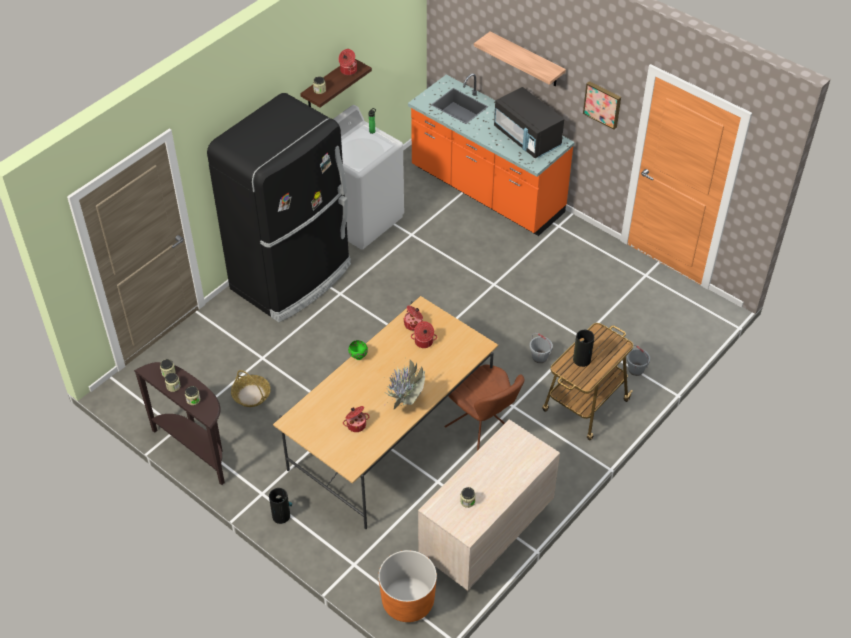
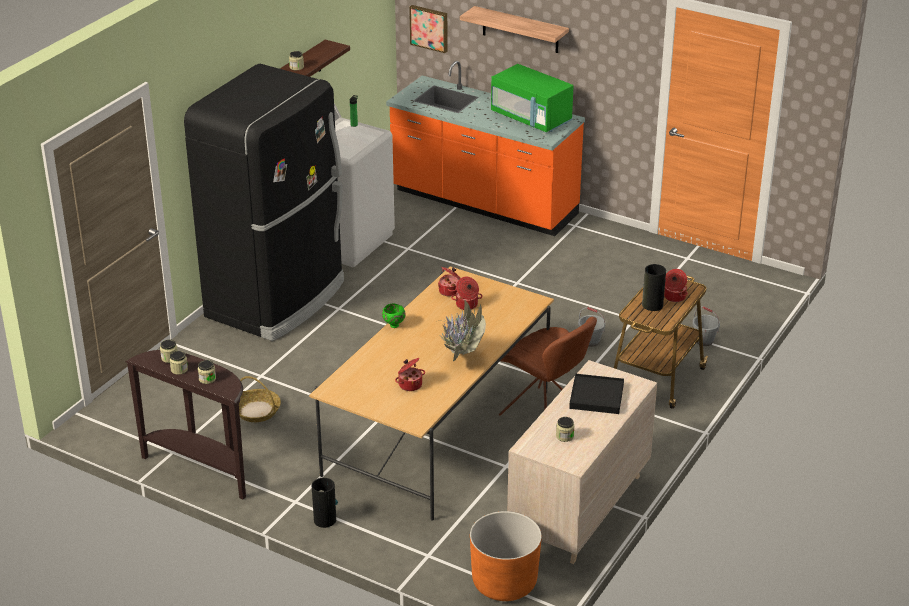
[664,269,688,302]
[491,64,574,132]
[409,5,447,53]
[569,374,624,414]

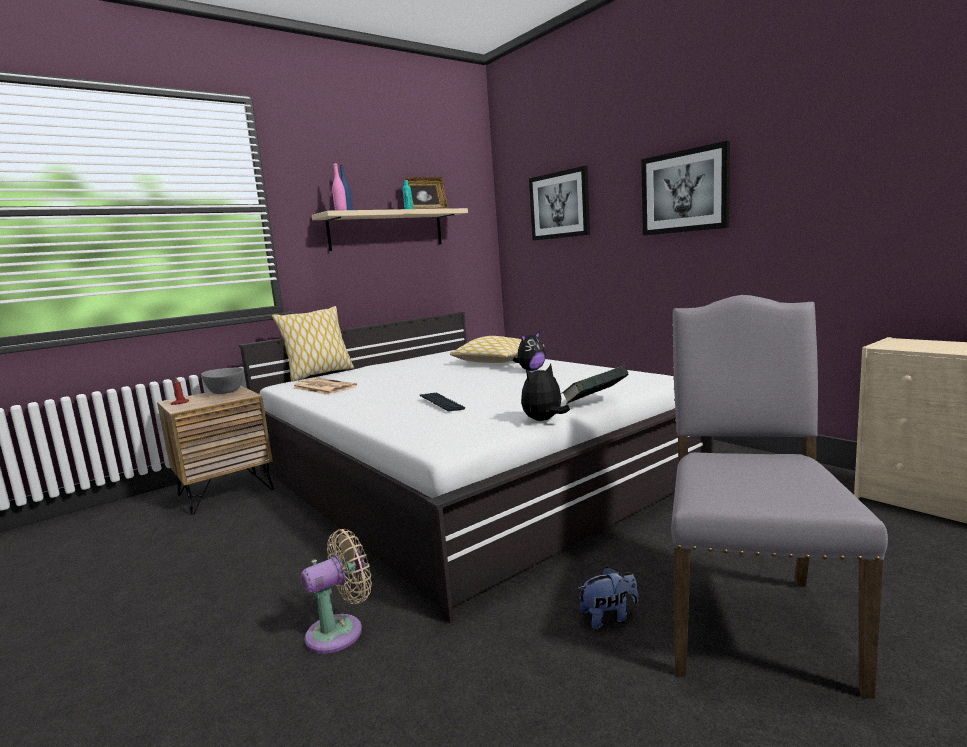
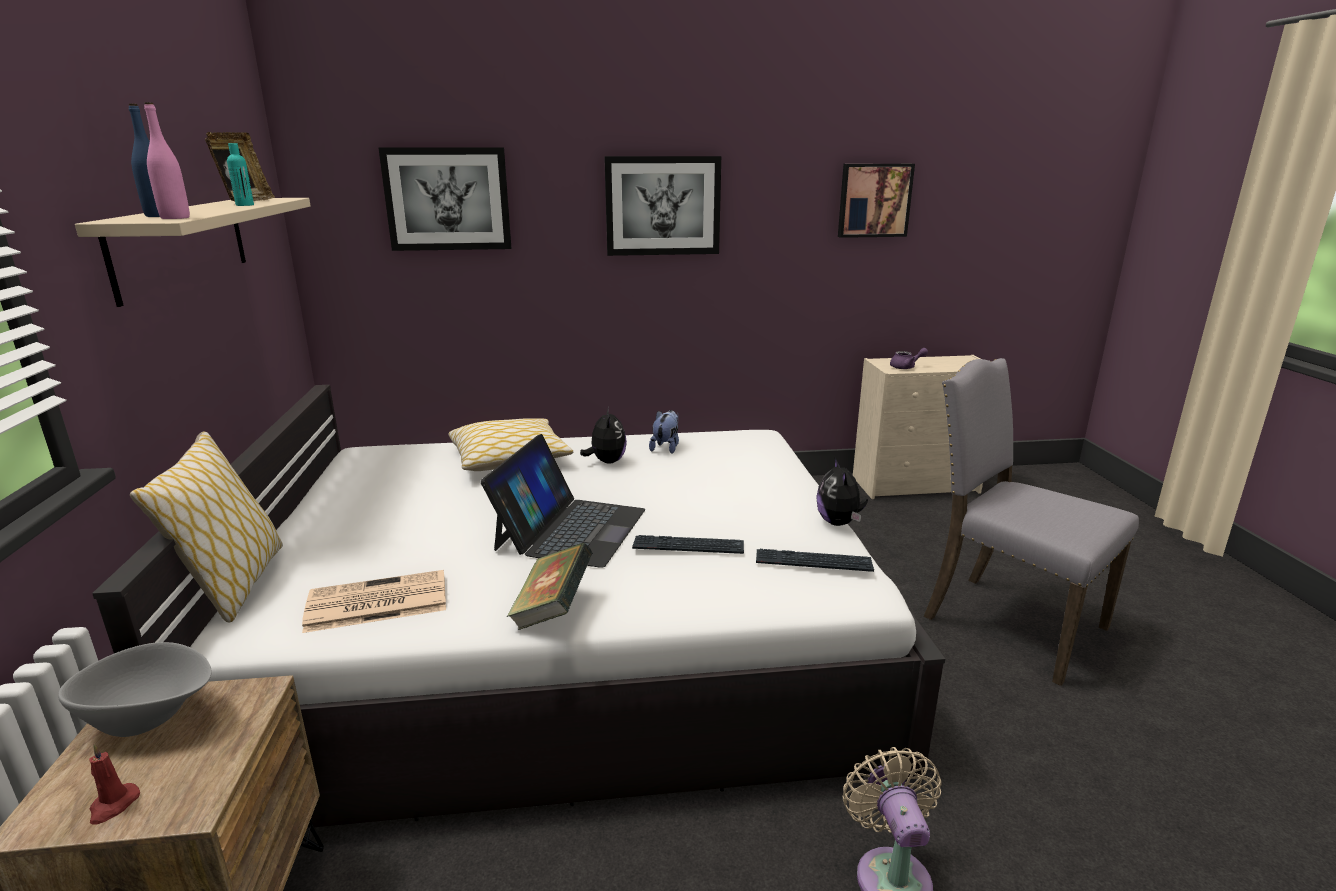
[507,543,593,630]
[649,410,679,454]
[480,434,645,568]
[756,549,874,572]
[838,164,915,238]
[890,348,928,369]

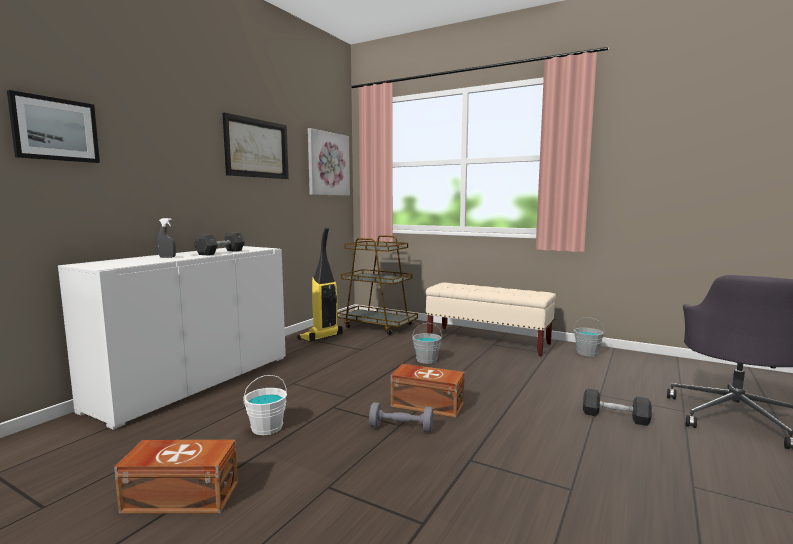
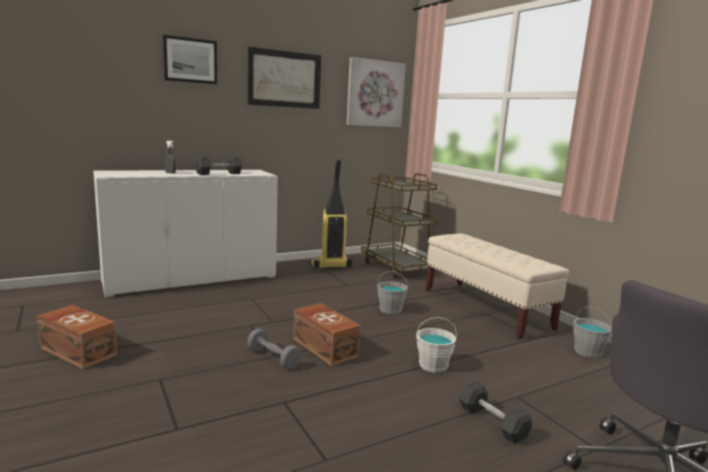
[163,35,217,84]
[416,317,457,373]

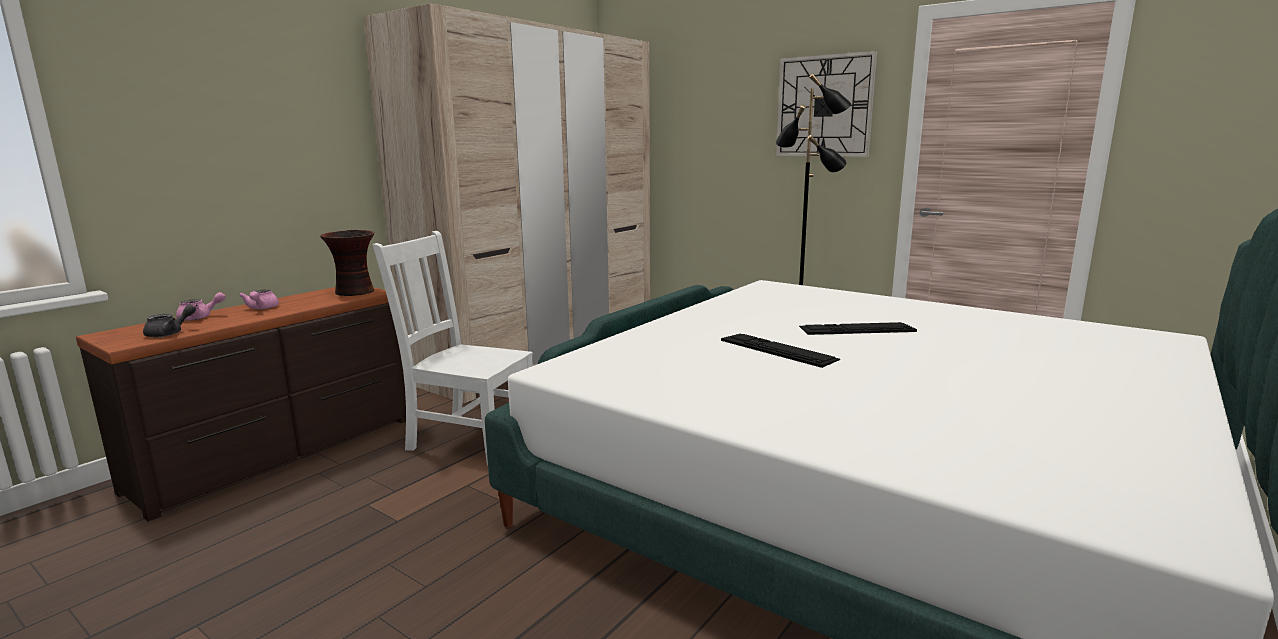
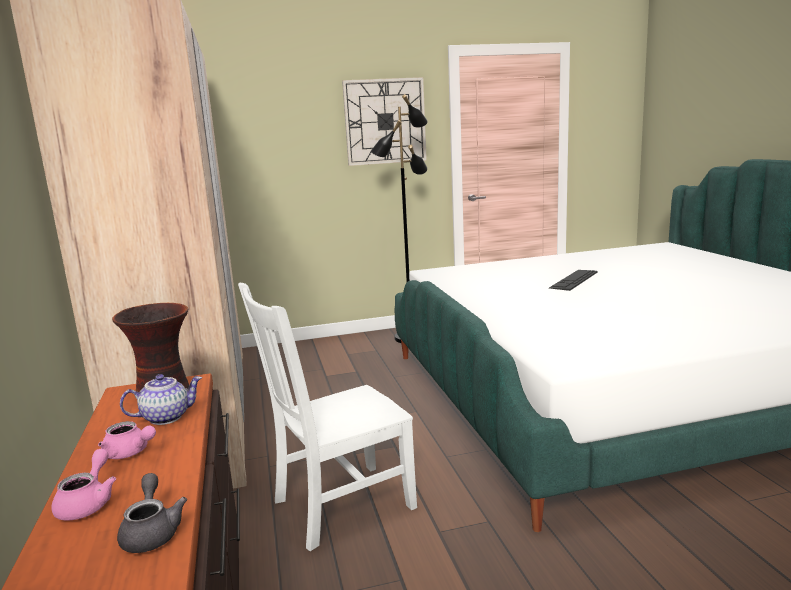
[721,334,840,368] (first image)
[120,374,202,425]

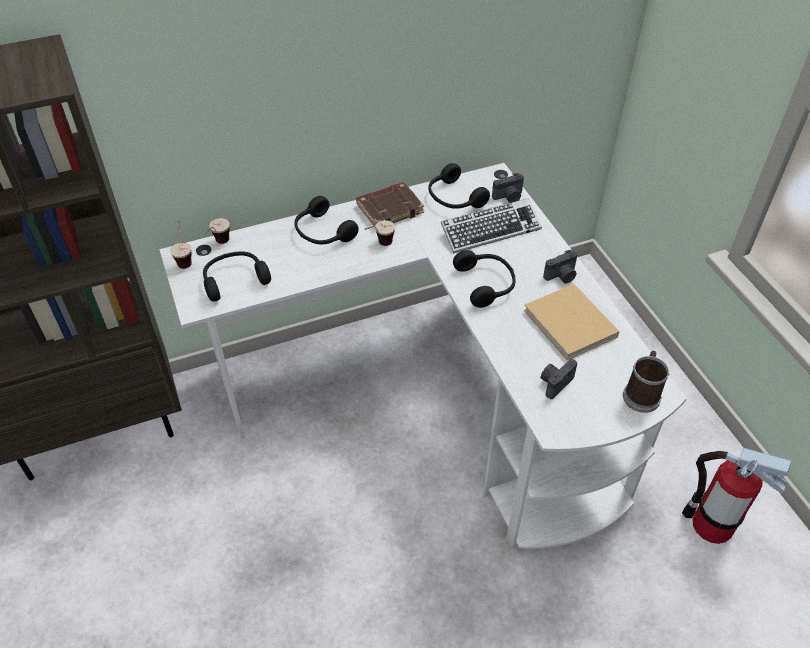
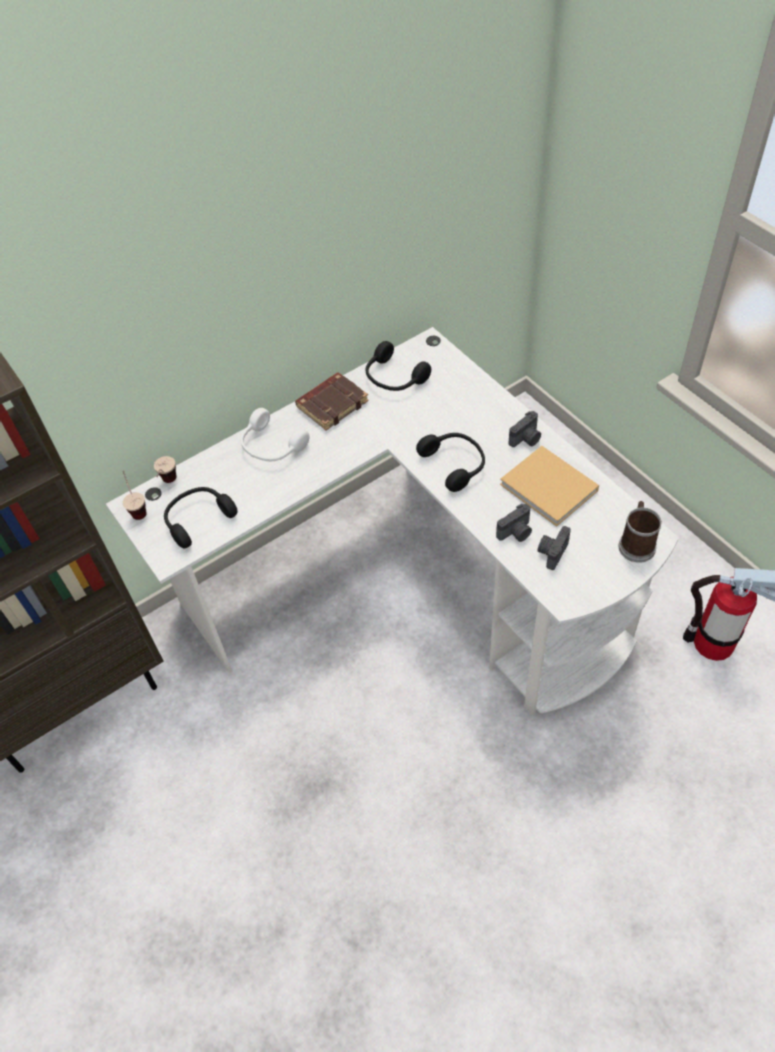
[240,408,309,461]
[365,220,395,246] (first image)
[441,198,542,253] (first image)
[496,504,532,542]

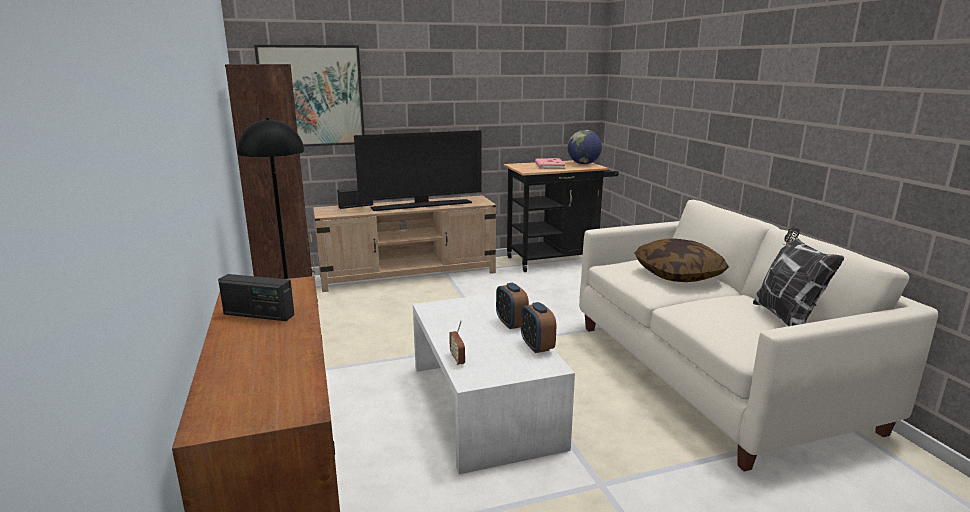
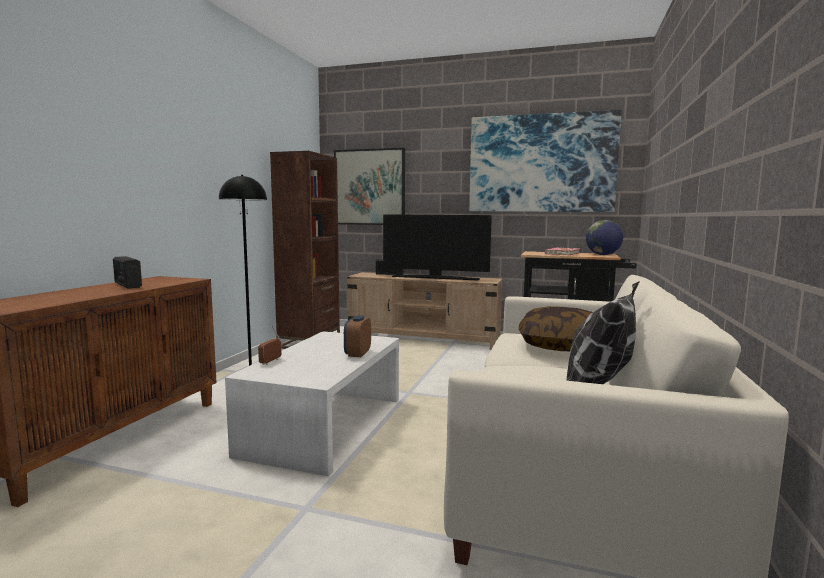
[521,302,556,353] (first image)
[469,110,622,212]

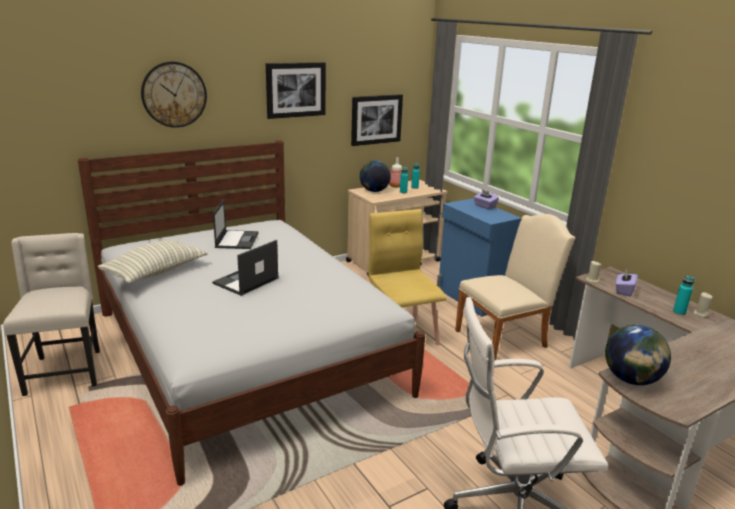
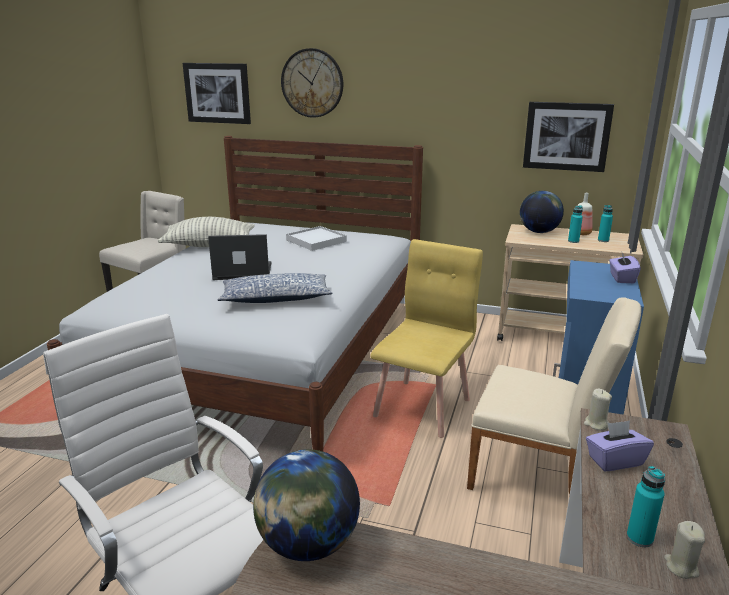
[286,226,347,251]
[183,63,251,124]
[217,273,333,303]

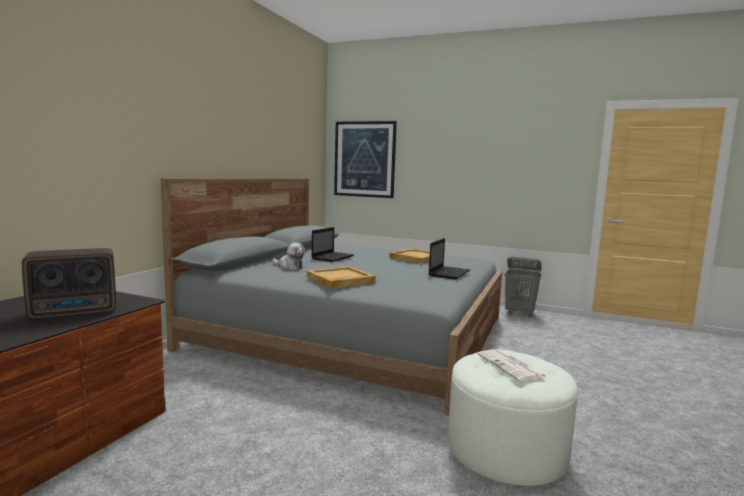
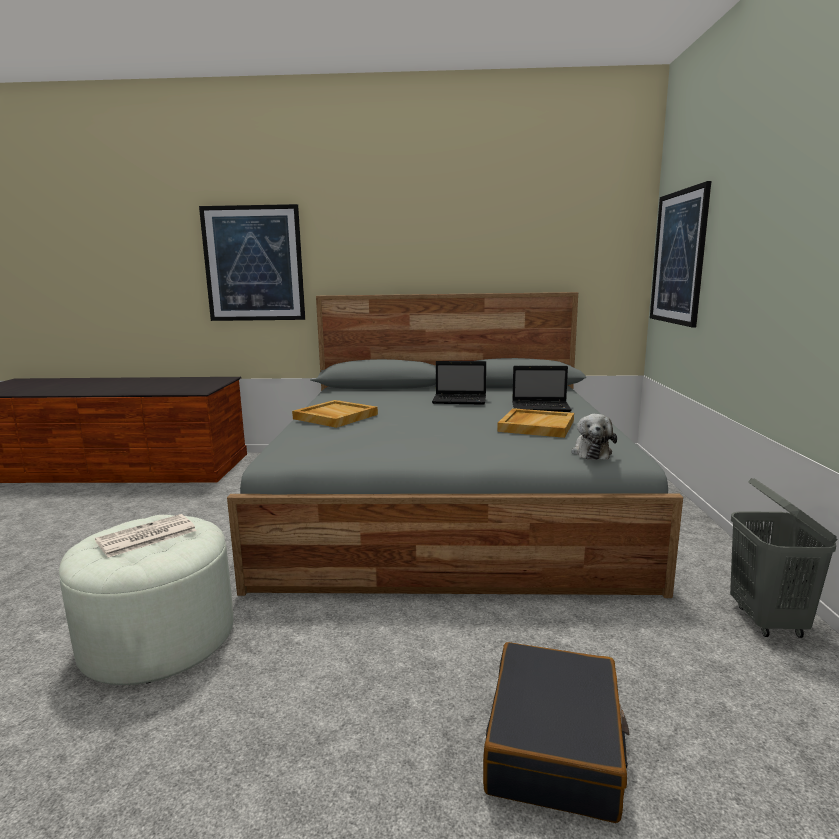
[22,248,116,319] (first image)
[571,414,617,460]
[512,366,572,412]
[199,204,305,321]
[483,642,629,823]

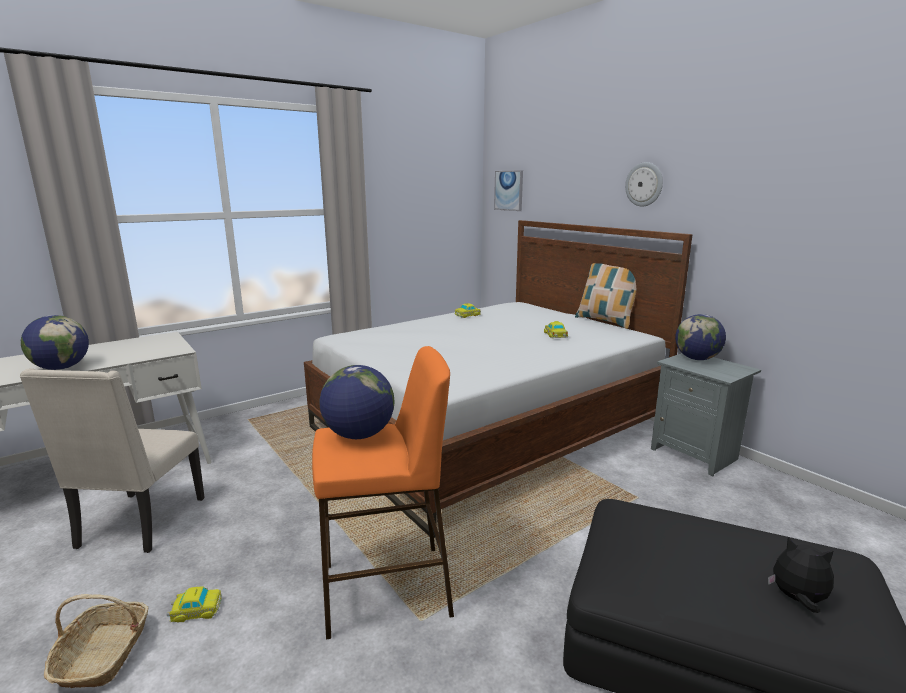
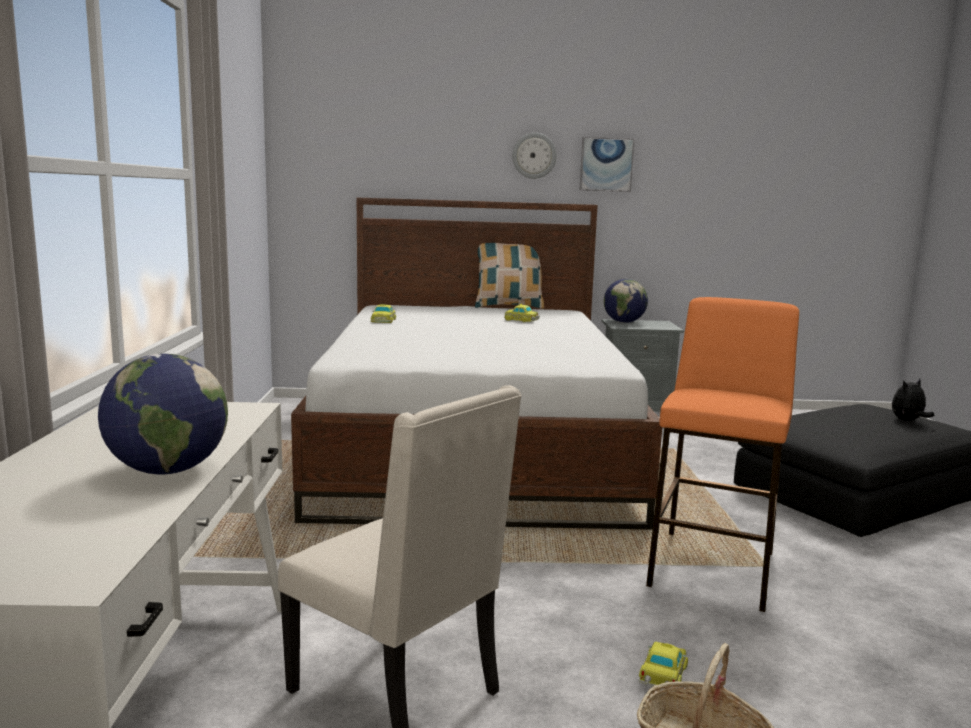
[320,365,394,439] (first image)
[580,137,635,192]

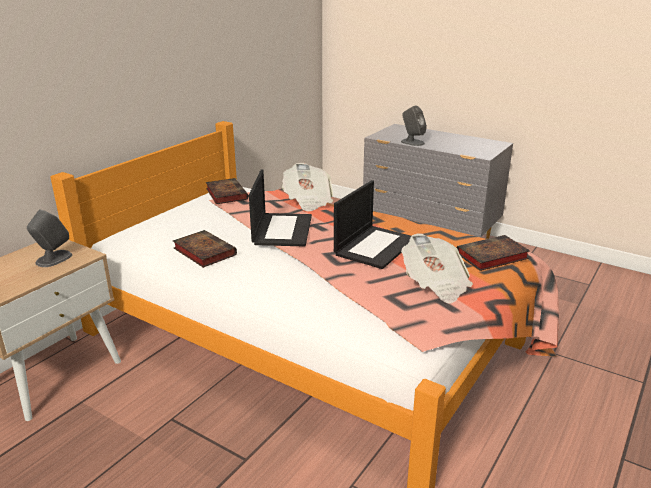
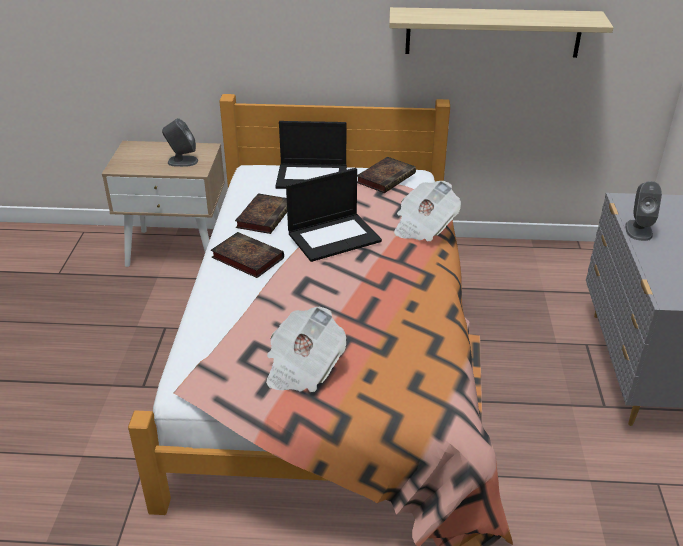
[275,121,347,189]
[211,232,284,278]
[389,7,613,58]

